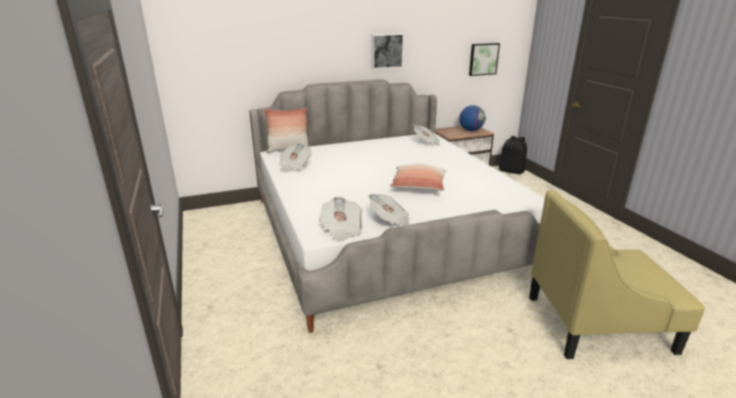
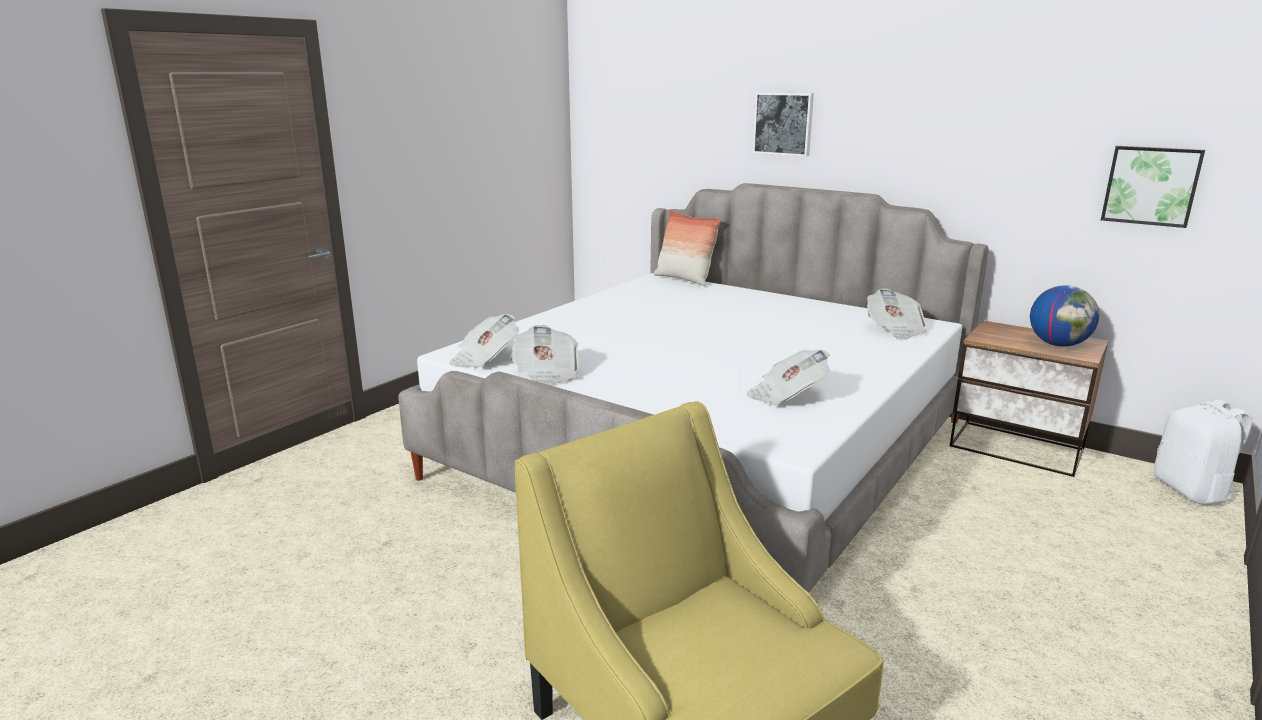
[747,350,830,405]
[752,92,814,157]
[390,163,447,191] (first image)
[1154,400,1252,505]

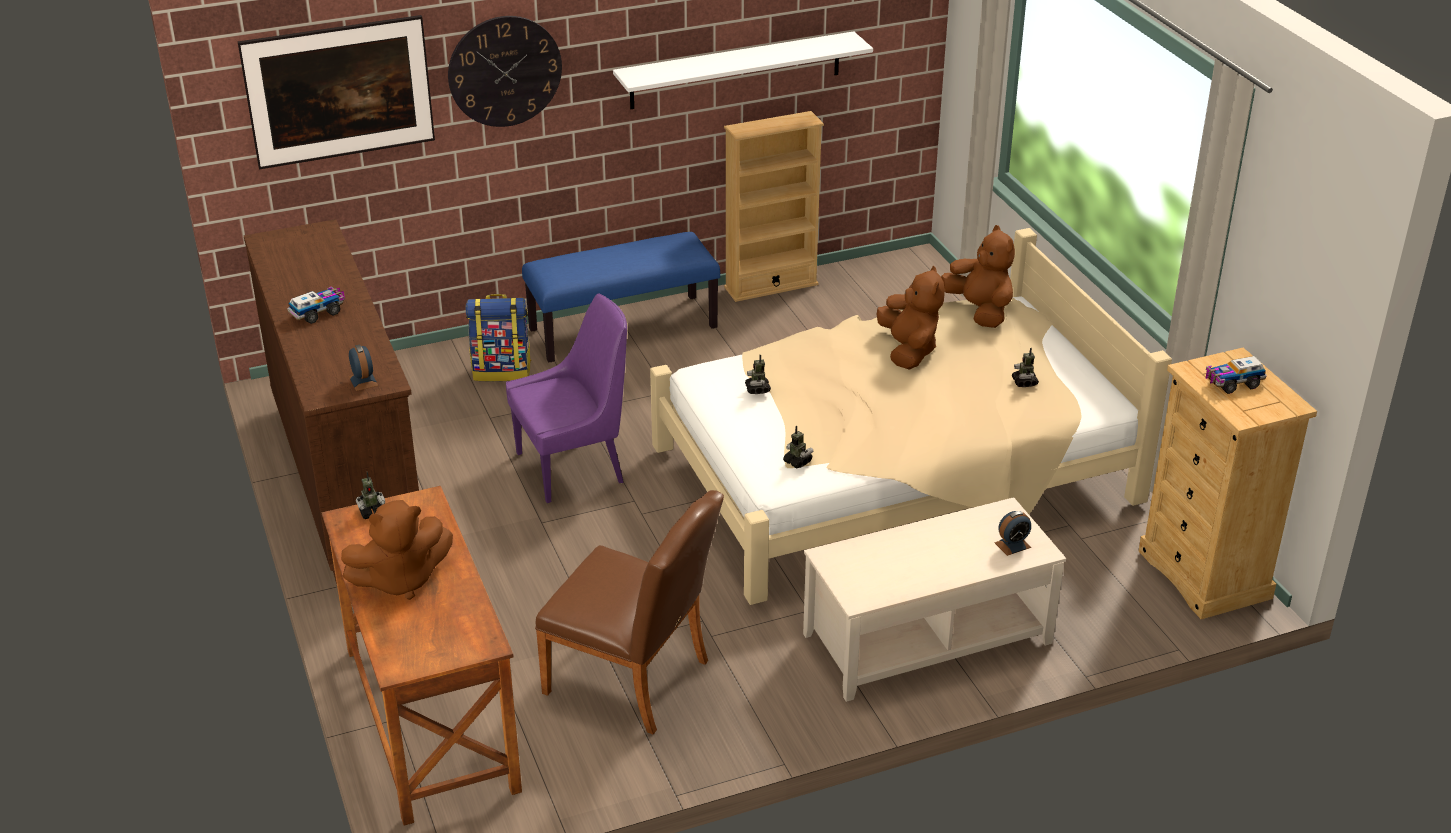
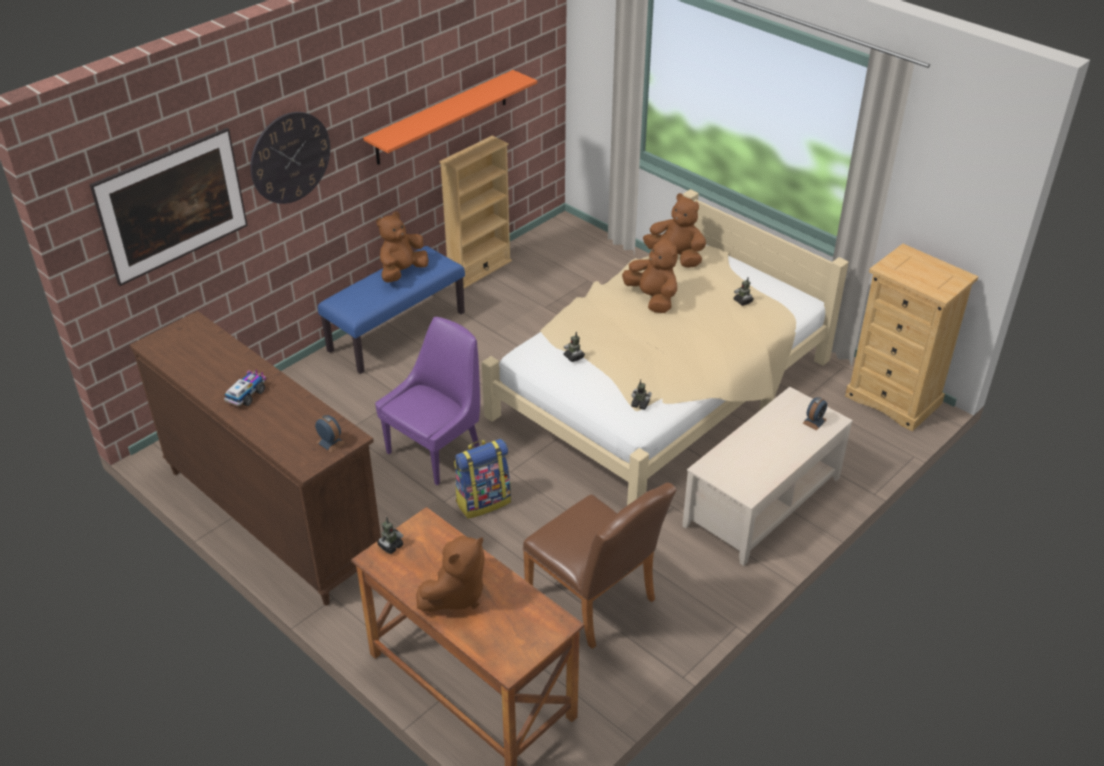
[454,439,511,519]
[522,482,677,649]
[364,70,537,165]
[1205,356,1267,394] (first image)
[376,212,428,283]

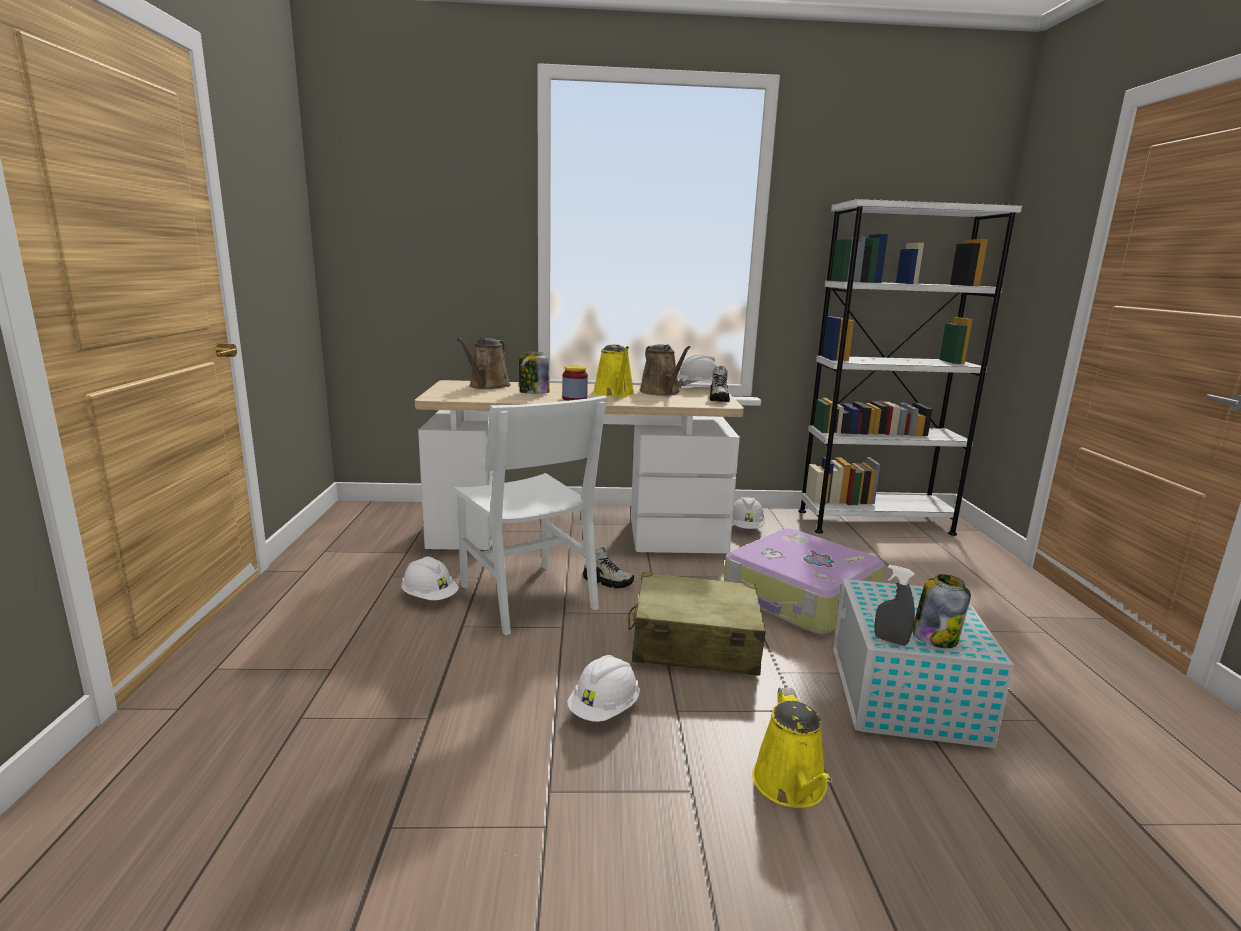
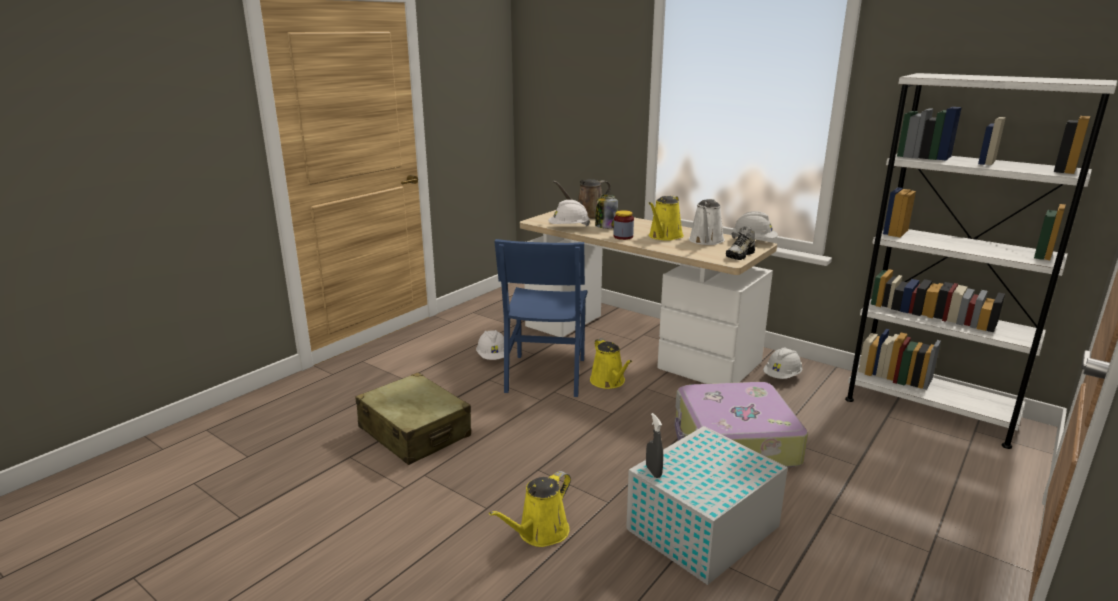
[494,239,588,397]
[548,200,590,227]
[590,338,632,389]
[356,372,471,465]
[689,199,725,245]
[912,574,971,648] (first image)

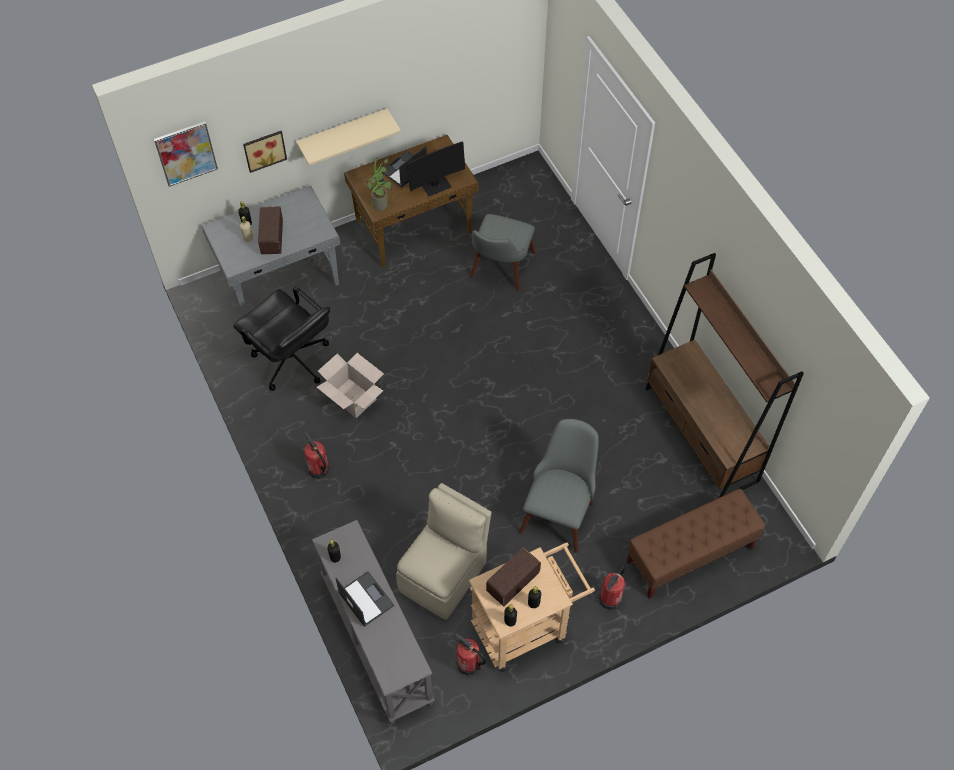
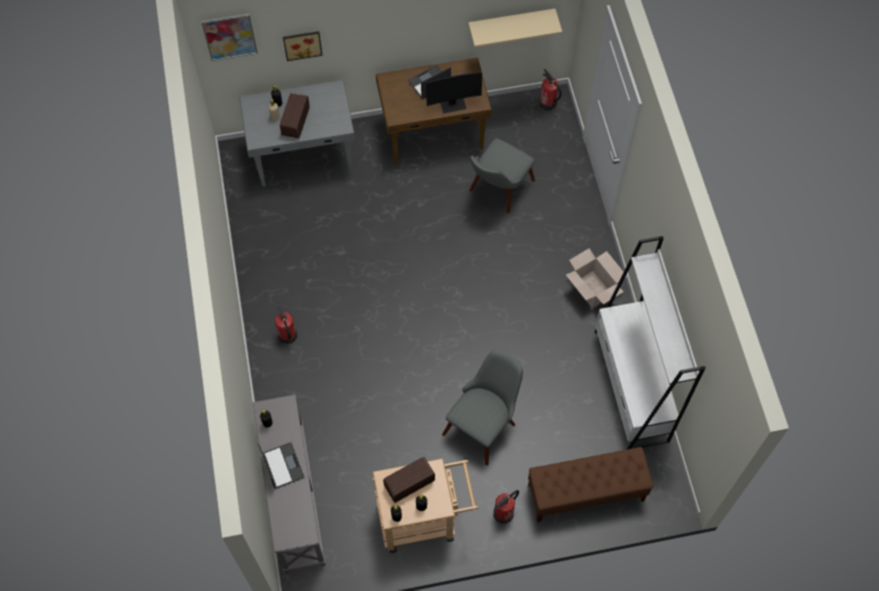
[233,287,330,391] (first image)
[468,9,562,48]
[566,248,627,308]
[367,158,392,211] (first image)
[396,483,491,620] (first image)
[539,68,562,111]
[595,236,706,449]

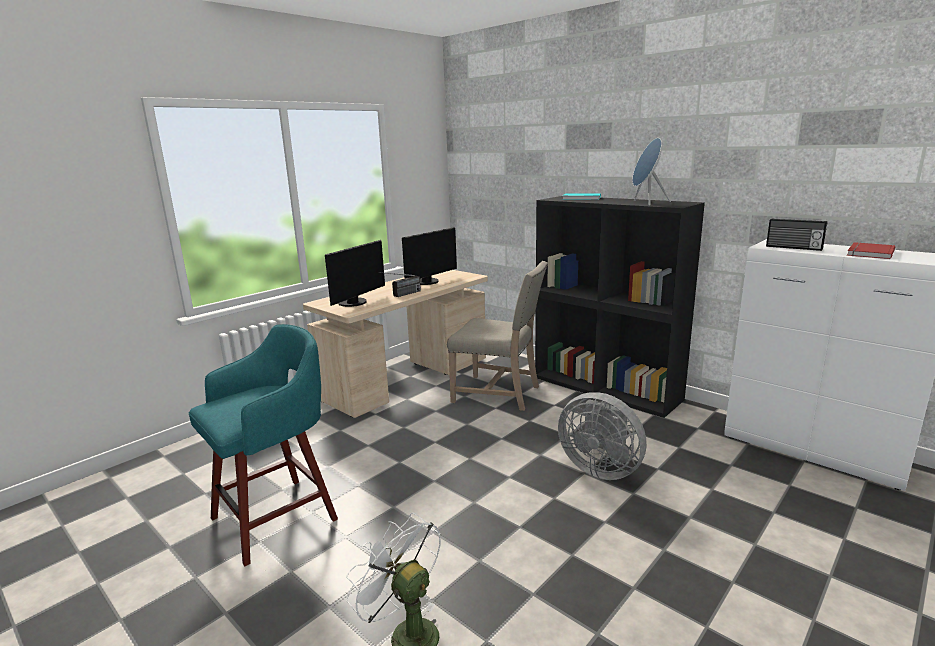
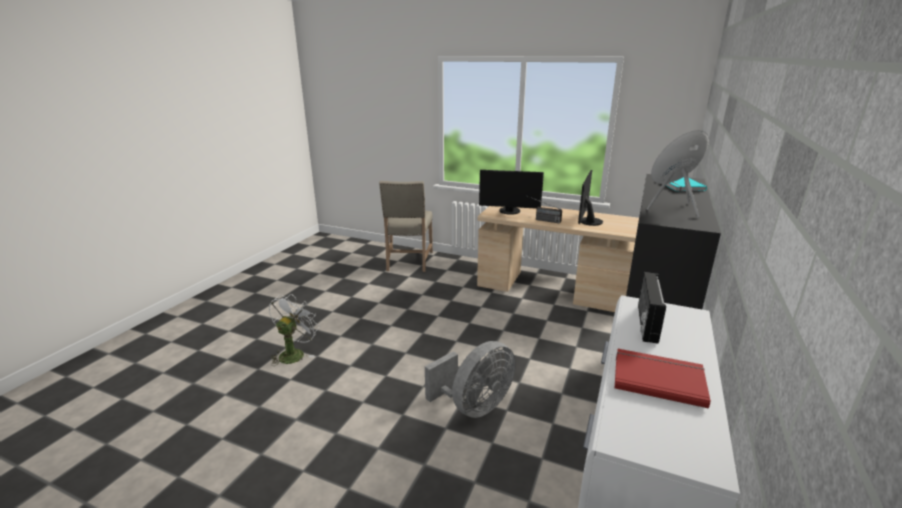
[189,324,338,566] (first image)
[578,170,603,226]
[379,181,433,272]
[425,341,516,418]

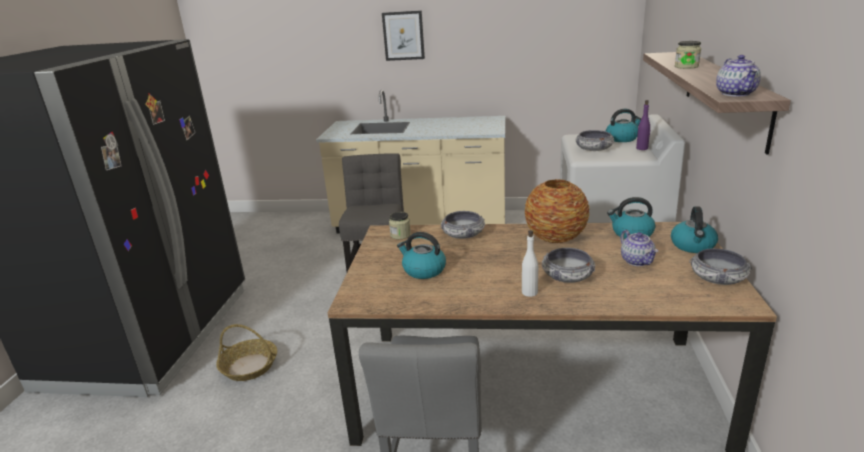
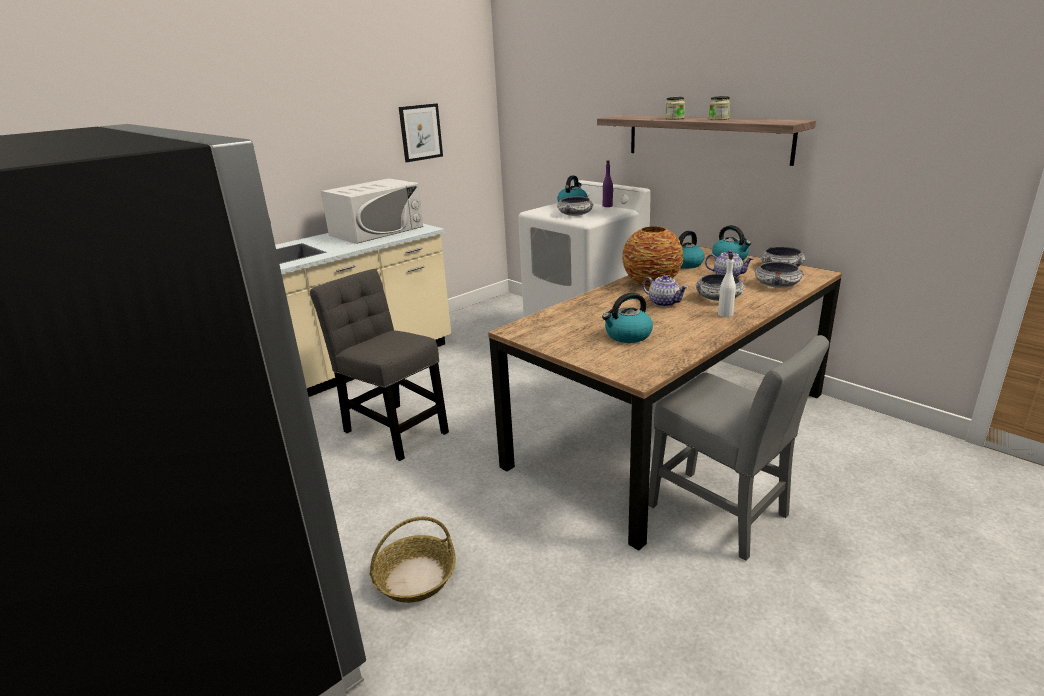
[399,103,443,162]
[709,96,730,120]
[753,262,804,288]
[642,275,688,307]
[321,178,423,244]

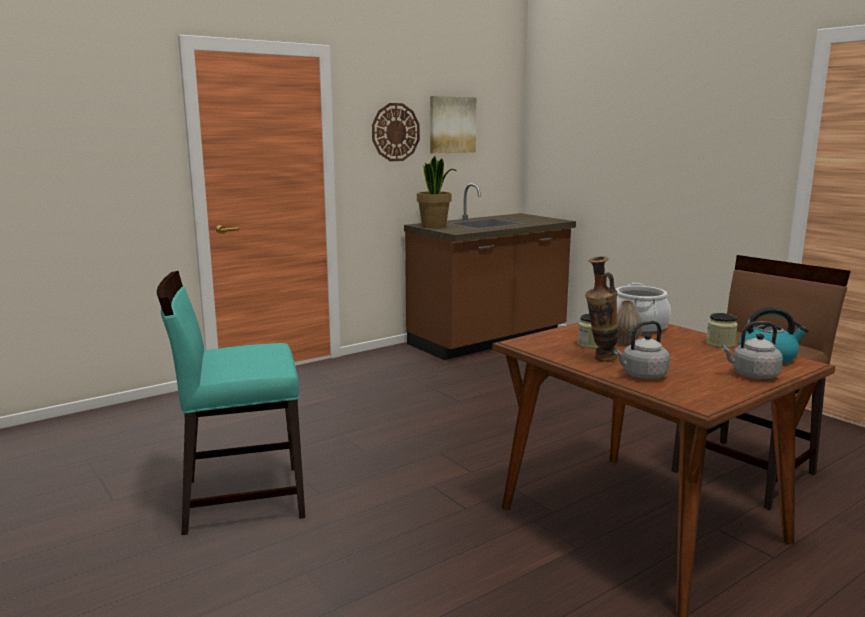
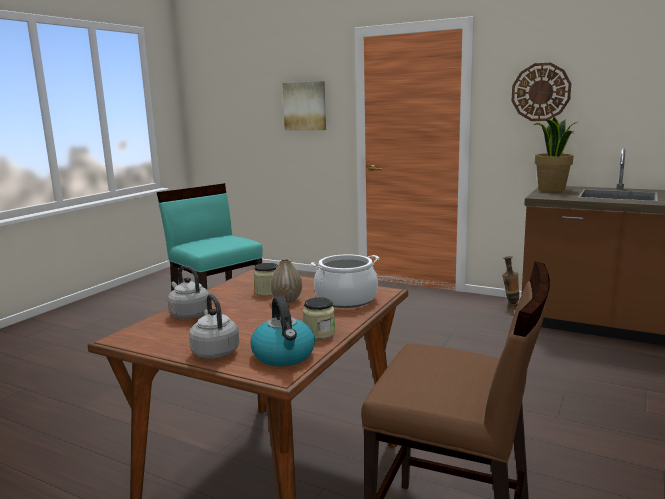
[282,81,326,130]
[502,256,519,309]

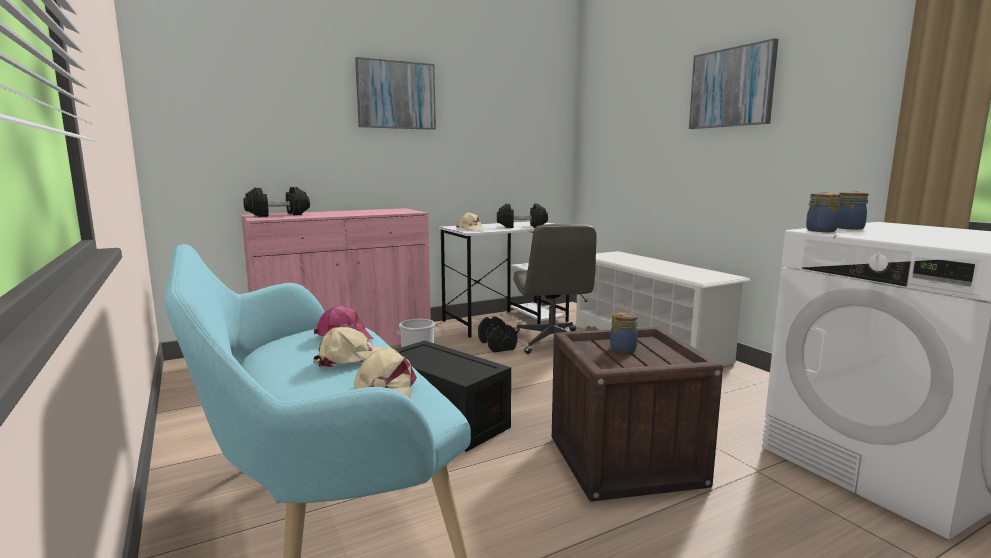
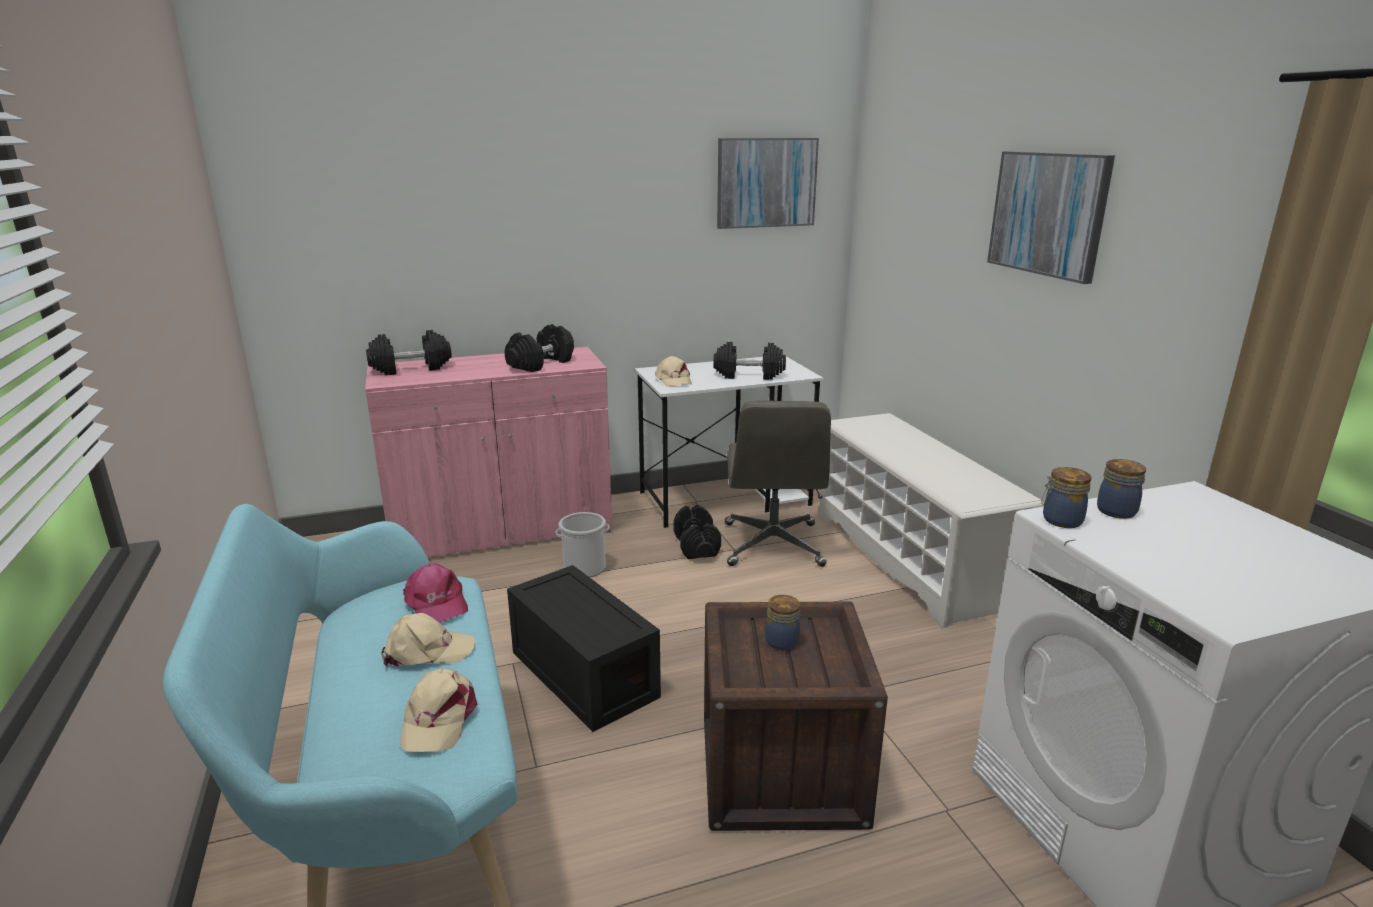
[717,138,819,229]
[504,324,574,372]

